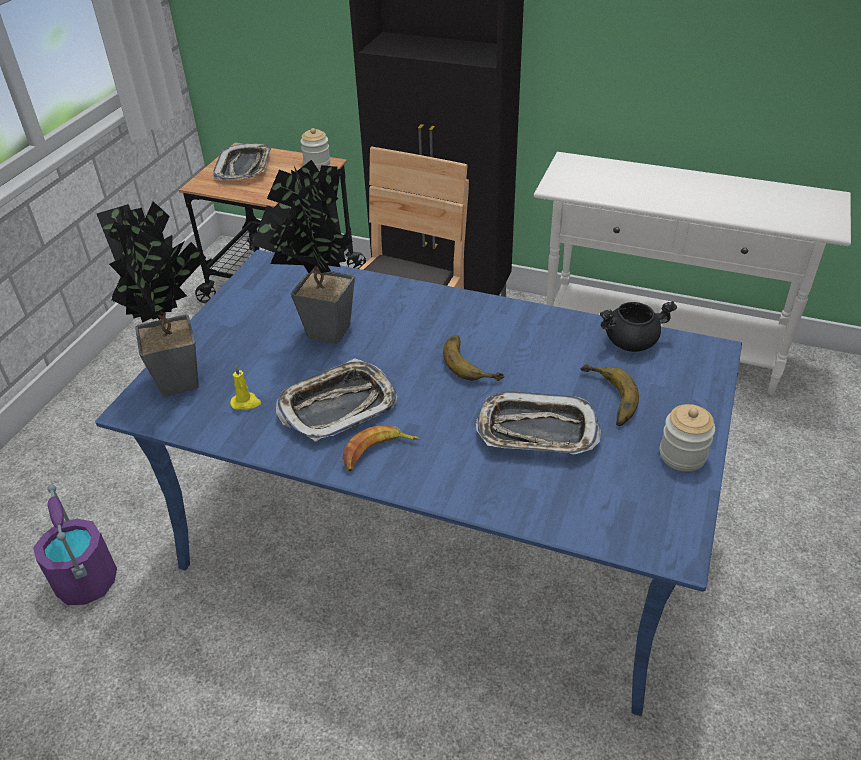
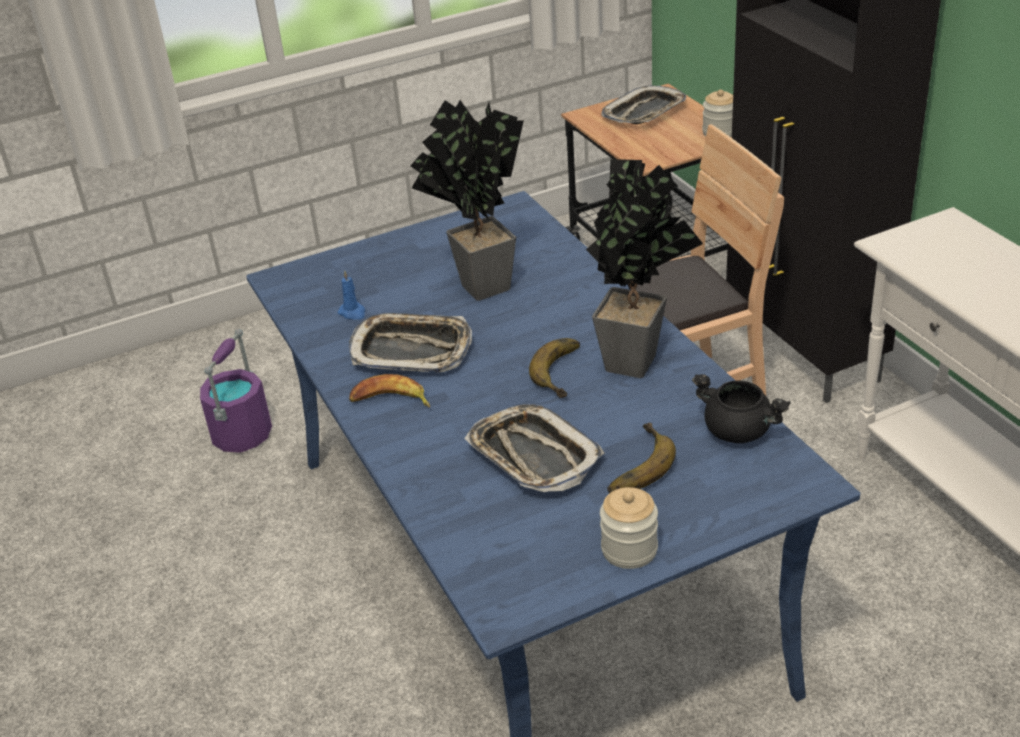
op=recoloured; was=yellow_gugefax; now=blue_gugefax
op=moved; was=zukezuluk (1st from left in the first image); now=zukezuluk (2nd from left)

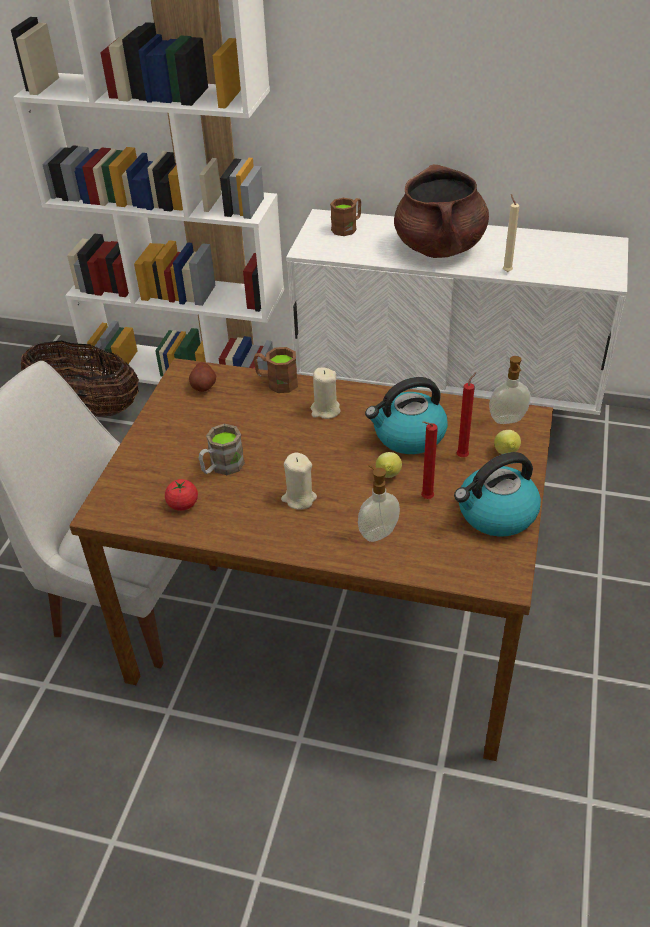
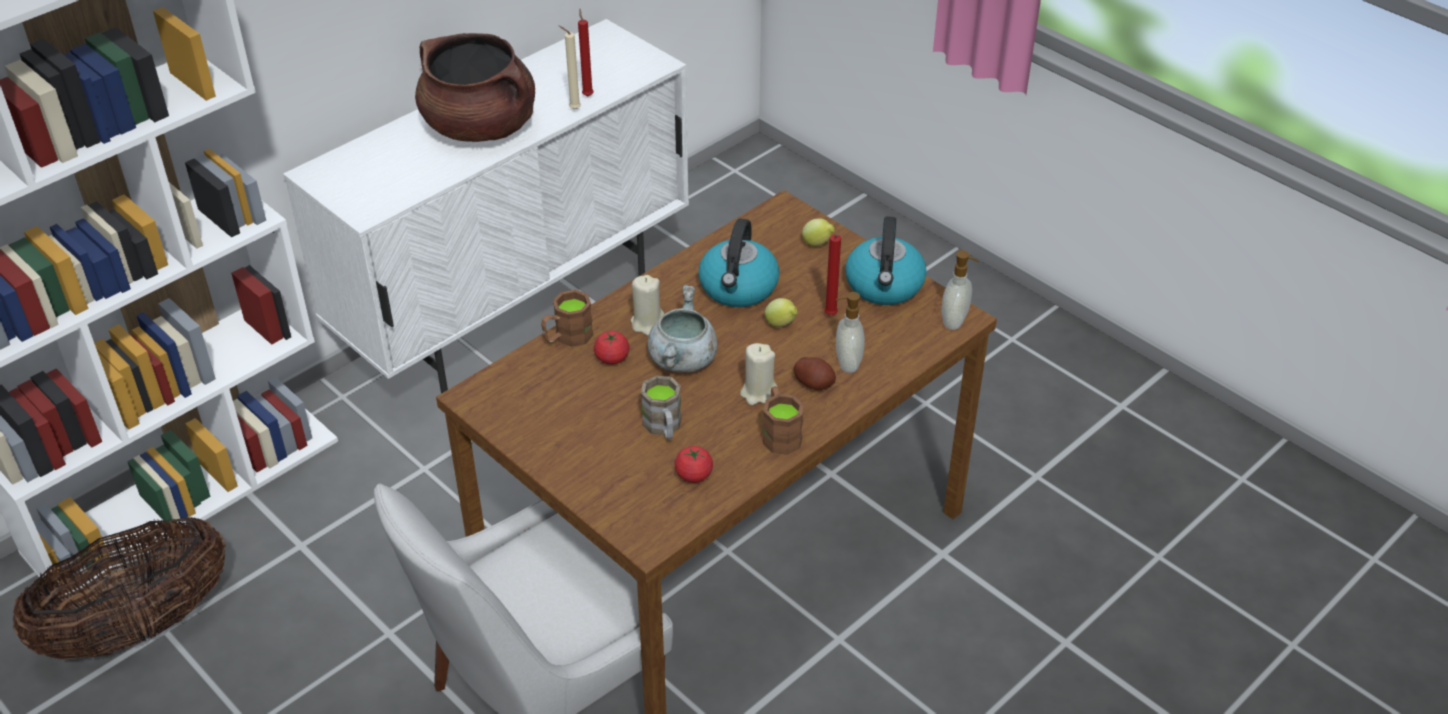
op=moved; was=red_gugefax (2nd from left in the first image); now=red_gugefax (1st from left)
op=added; now=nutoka (1st from left)
op=added; now=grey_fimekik
op=moved; was=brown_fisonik (3rd from left)
op=moved; was=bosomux
op=moved; was=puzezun (2nd from left)

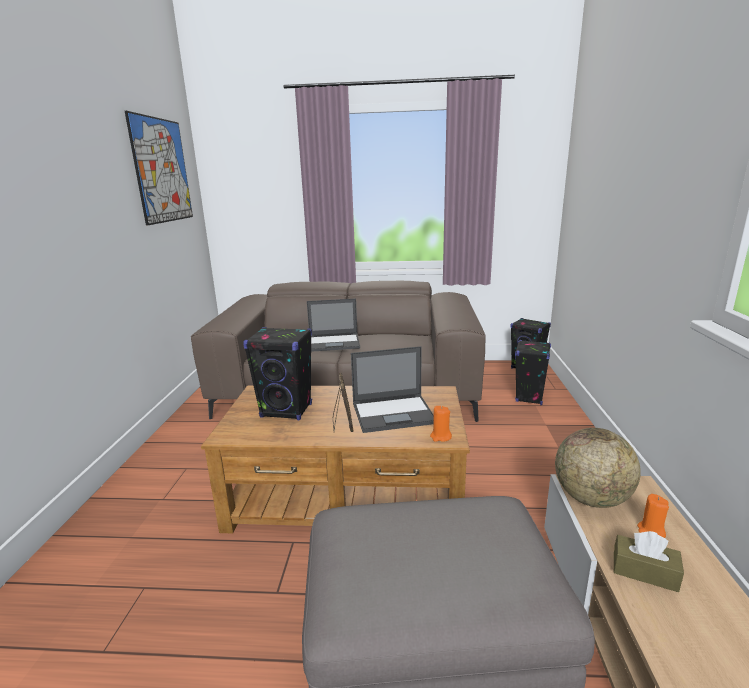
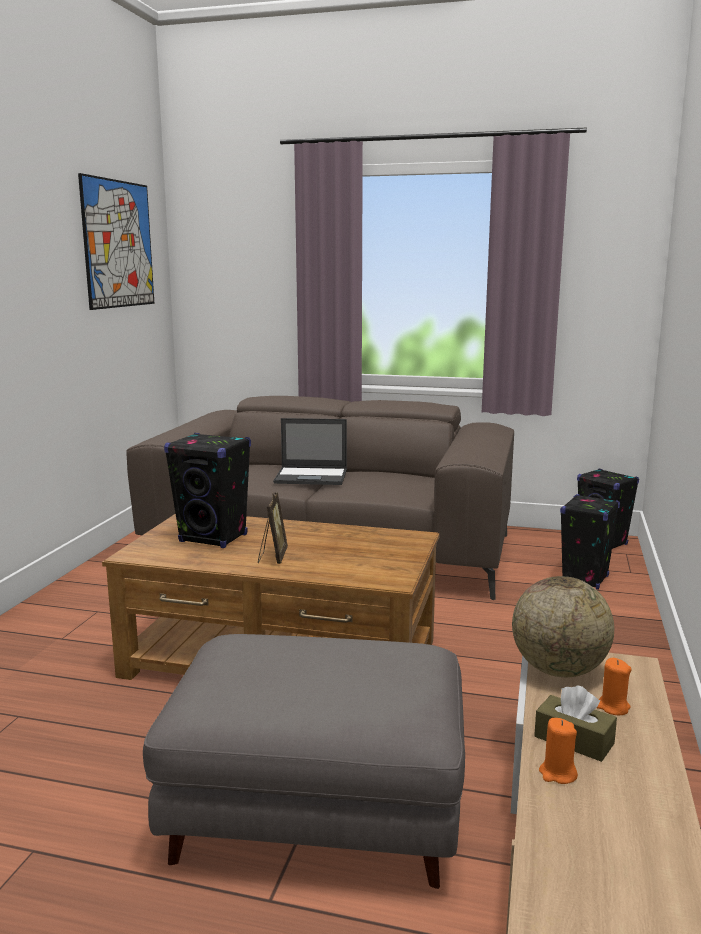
op=moved; was=orange_gugefax (1st from left)
op=removed; was=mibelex (2nd from left)

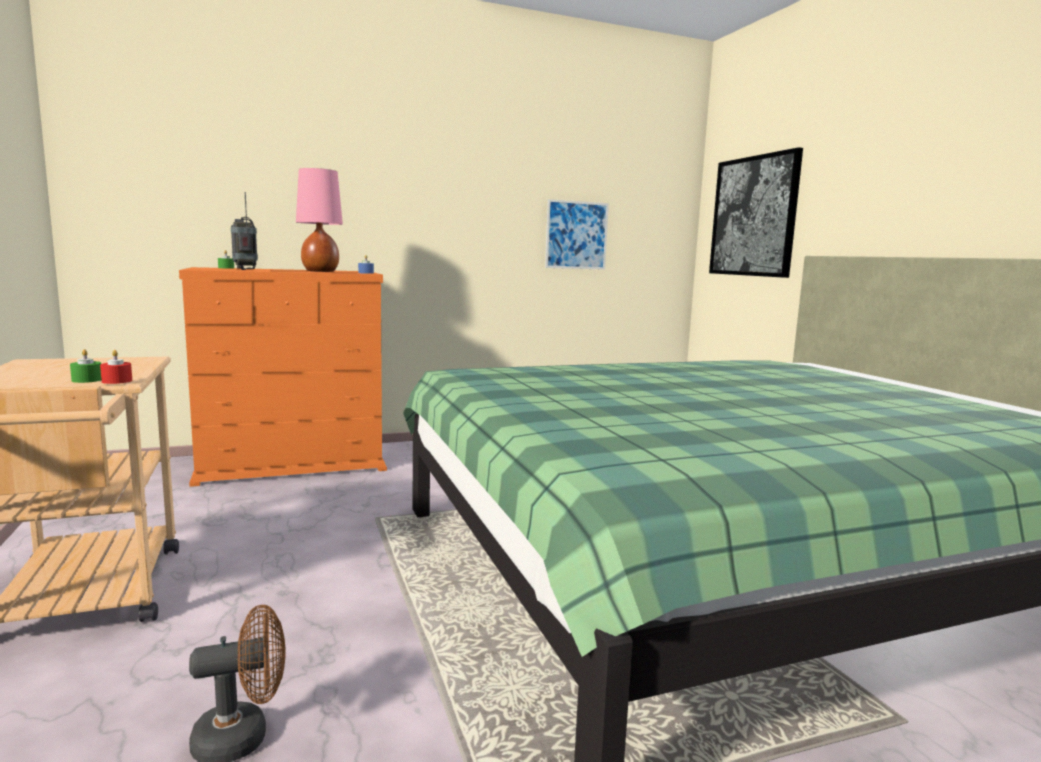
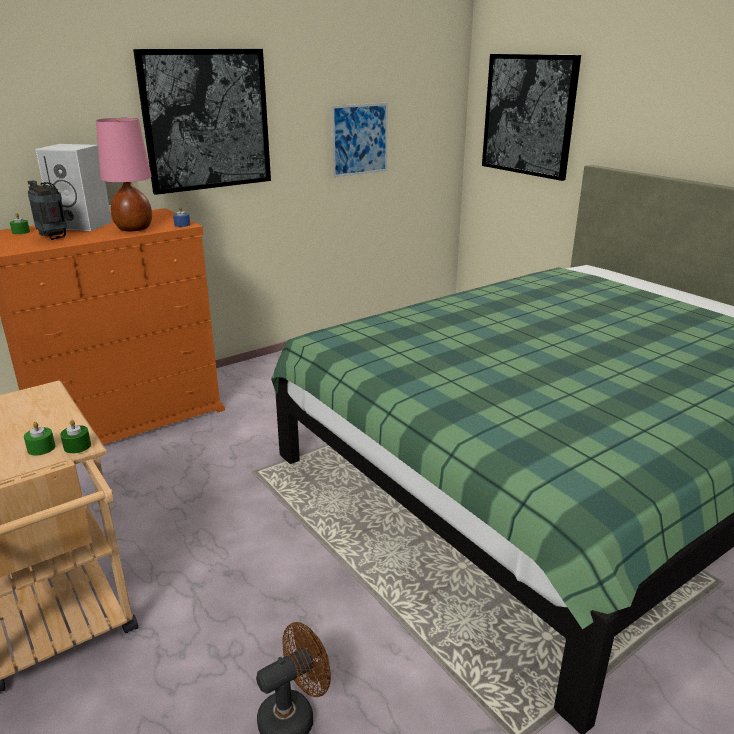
op=added; now=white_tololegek
op=recoloured; was=red_gugefax; now=green_gugefax (3rd from left)
op=added; now=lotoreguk (1st from left)

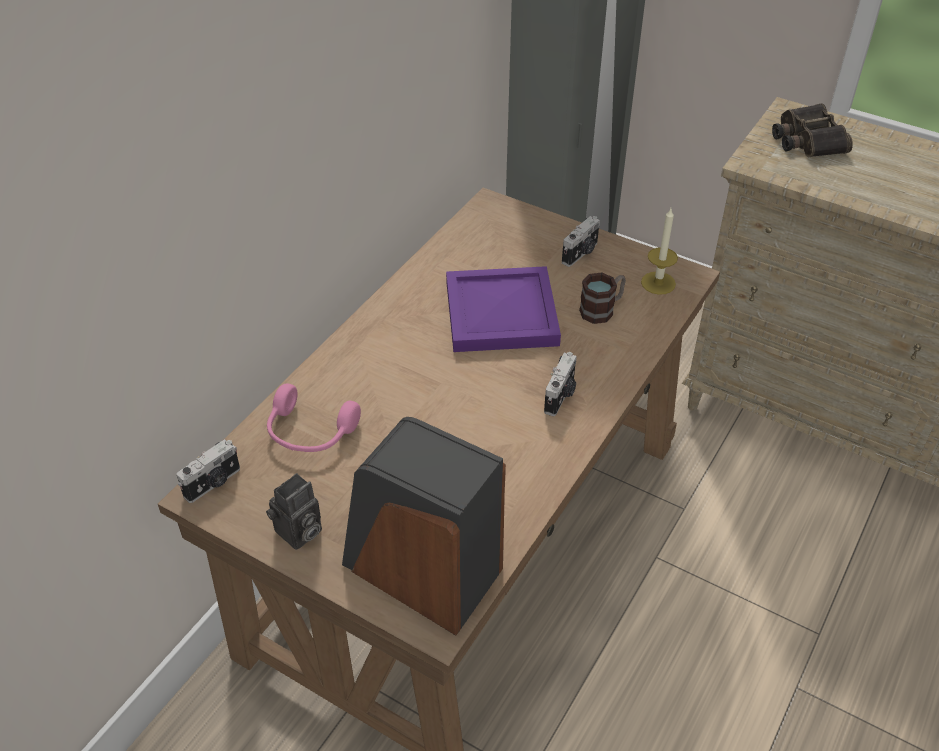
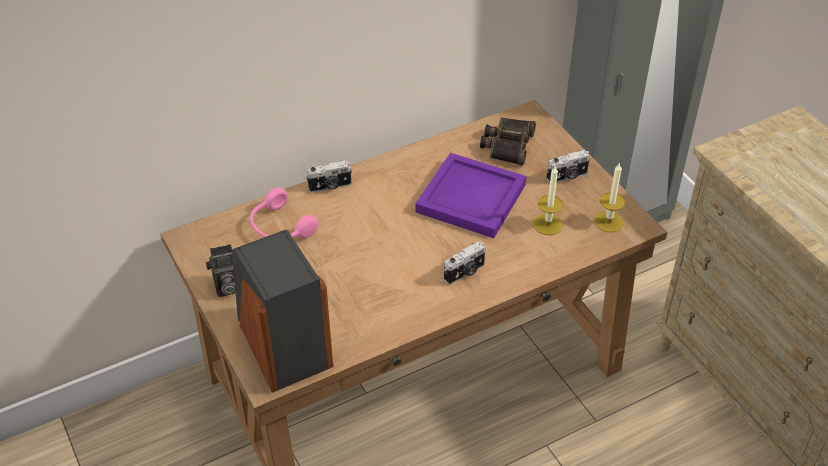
op=moved; was=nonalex (1st from left in the first image); now=nonalex (2nd from left)
op=moved; was=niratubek
op=replaced; was=fisonik; now=gugefax (1st from left)

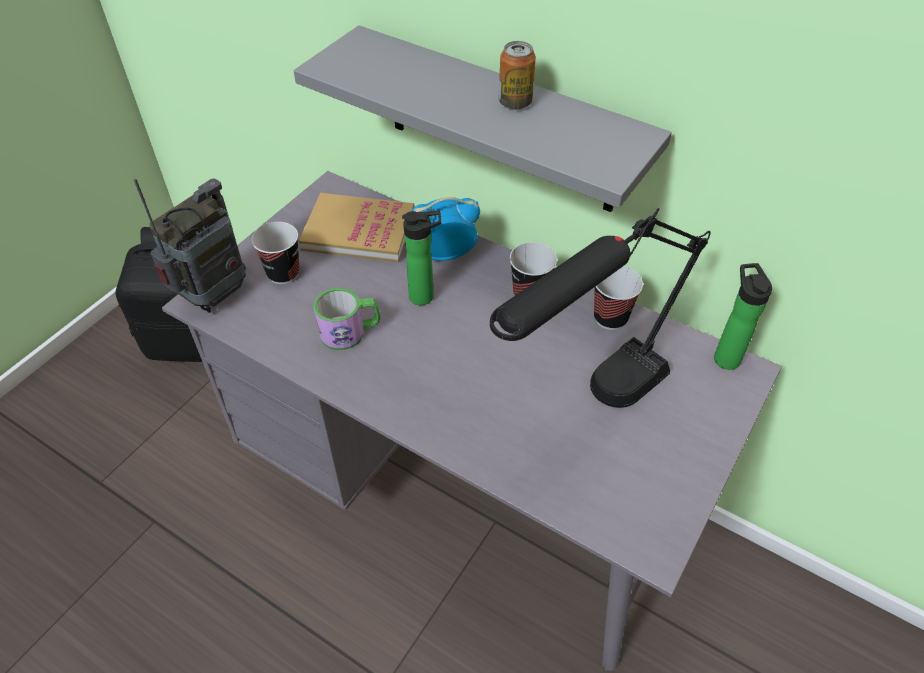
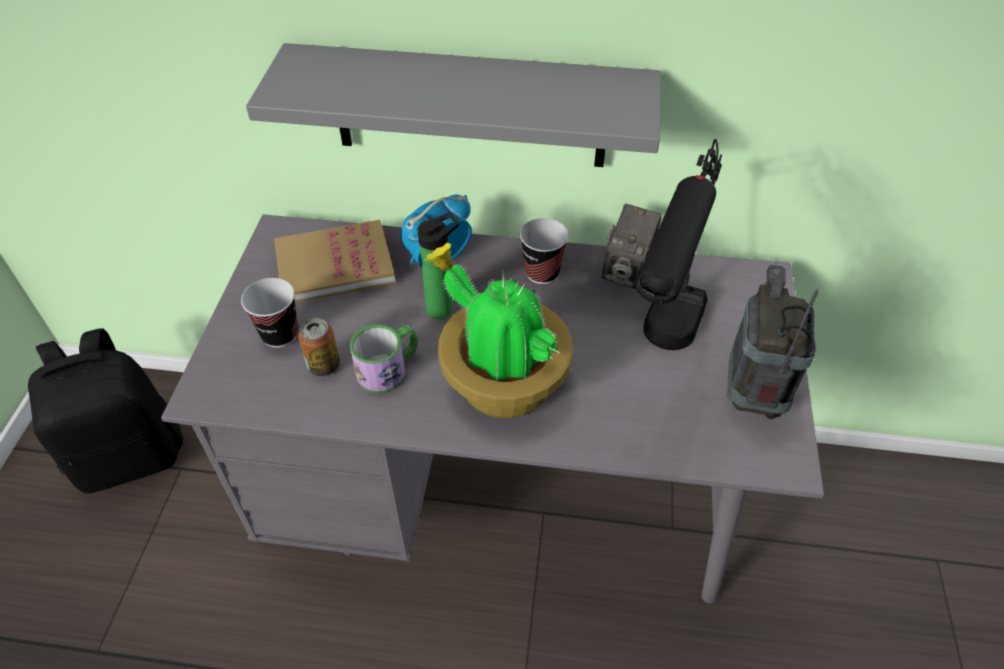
op=moved; was=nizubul
op=added; now=zukezuluk
op=replaced; was=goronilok (3rd from left); now=nonalex
op=moved; was=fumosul
op=removed; was=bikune (2nd from left)

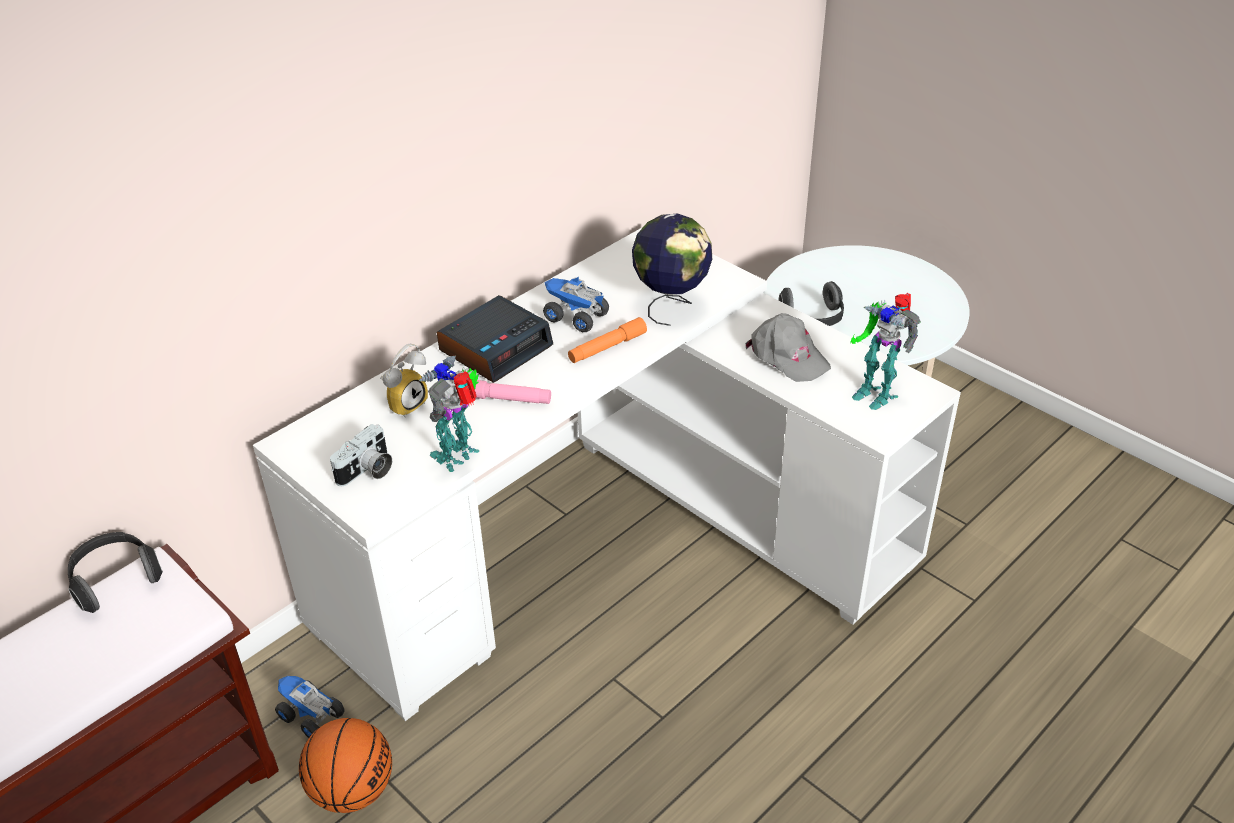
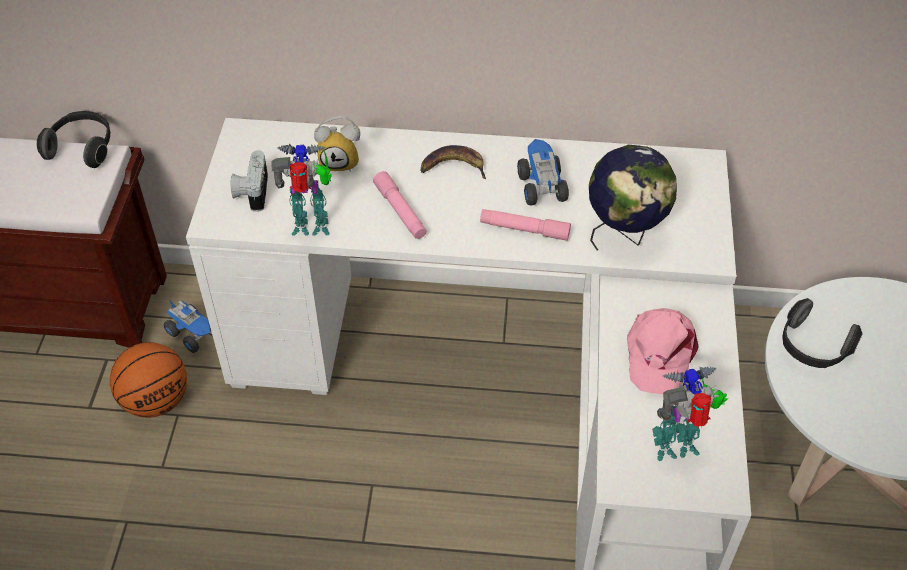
op=turned; was=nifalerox (1st from left); clockwise=135
op=turned; was=nonalex; clockwise=90
op=replaced; was=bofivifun (2nd from left); now=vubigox
op=recoloured; was=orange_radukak; now=pink_radukak (2nd from left)
op=recoloured; was=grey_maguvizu; now=pink_maguvizu
op=turned; was=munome (2nd from left); clockwise=75

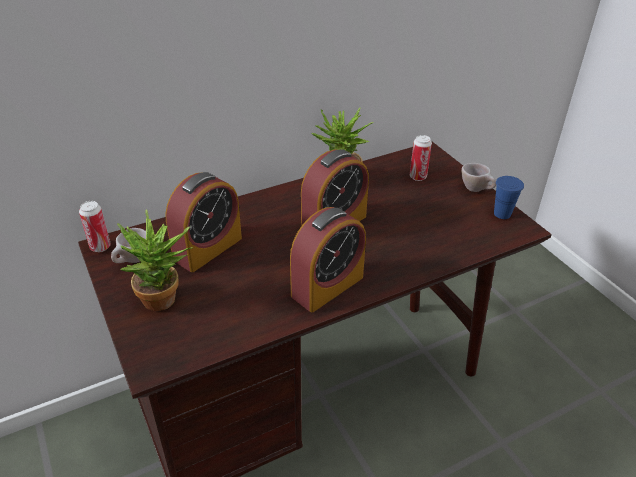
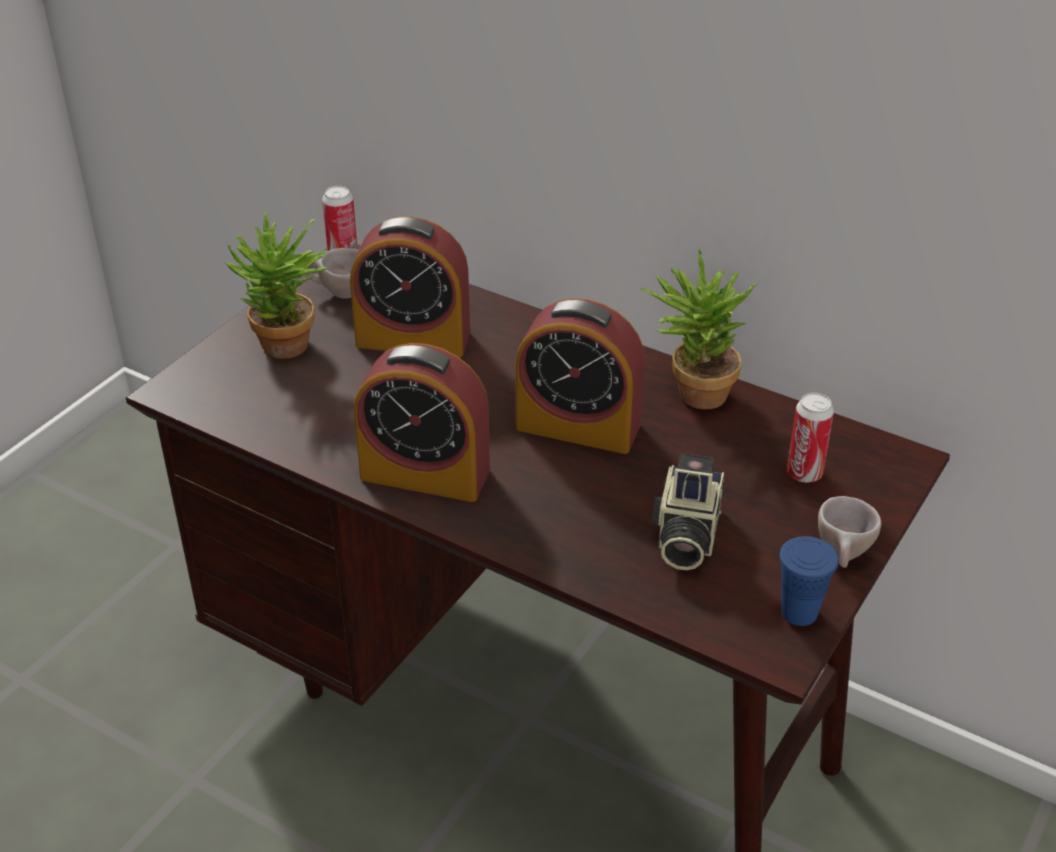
op=added; now=nonalex

